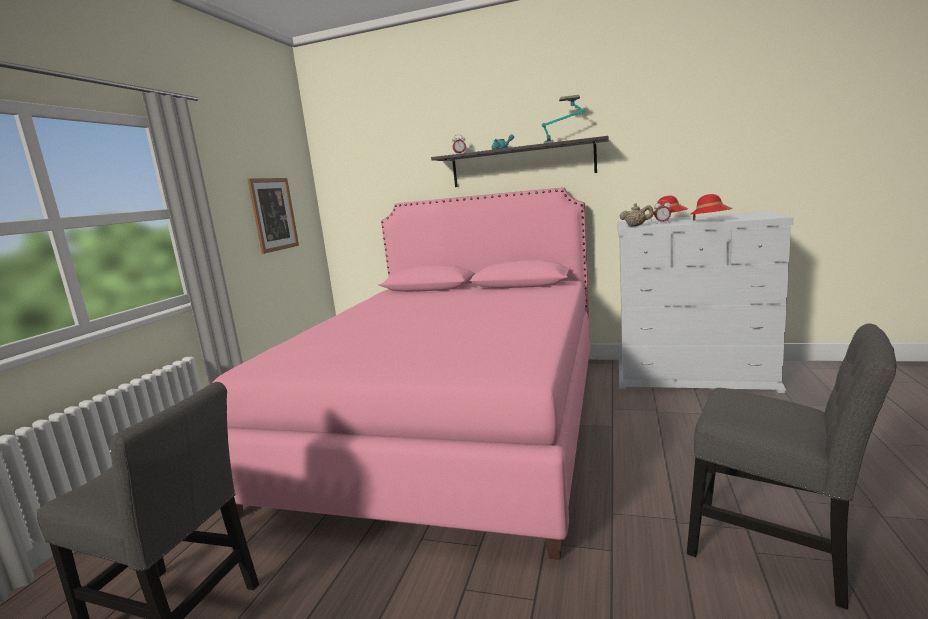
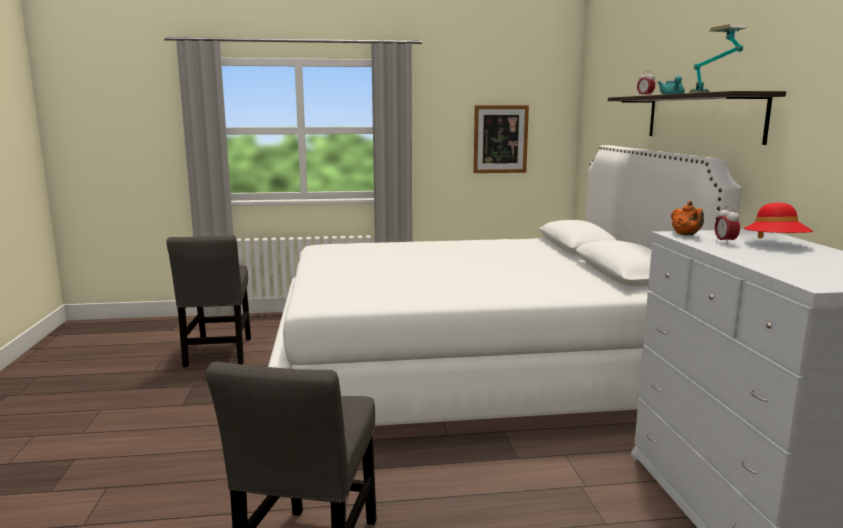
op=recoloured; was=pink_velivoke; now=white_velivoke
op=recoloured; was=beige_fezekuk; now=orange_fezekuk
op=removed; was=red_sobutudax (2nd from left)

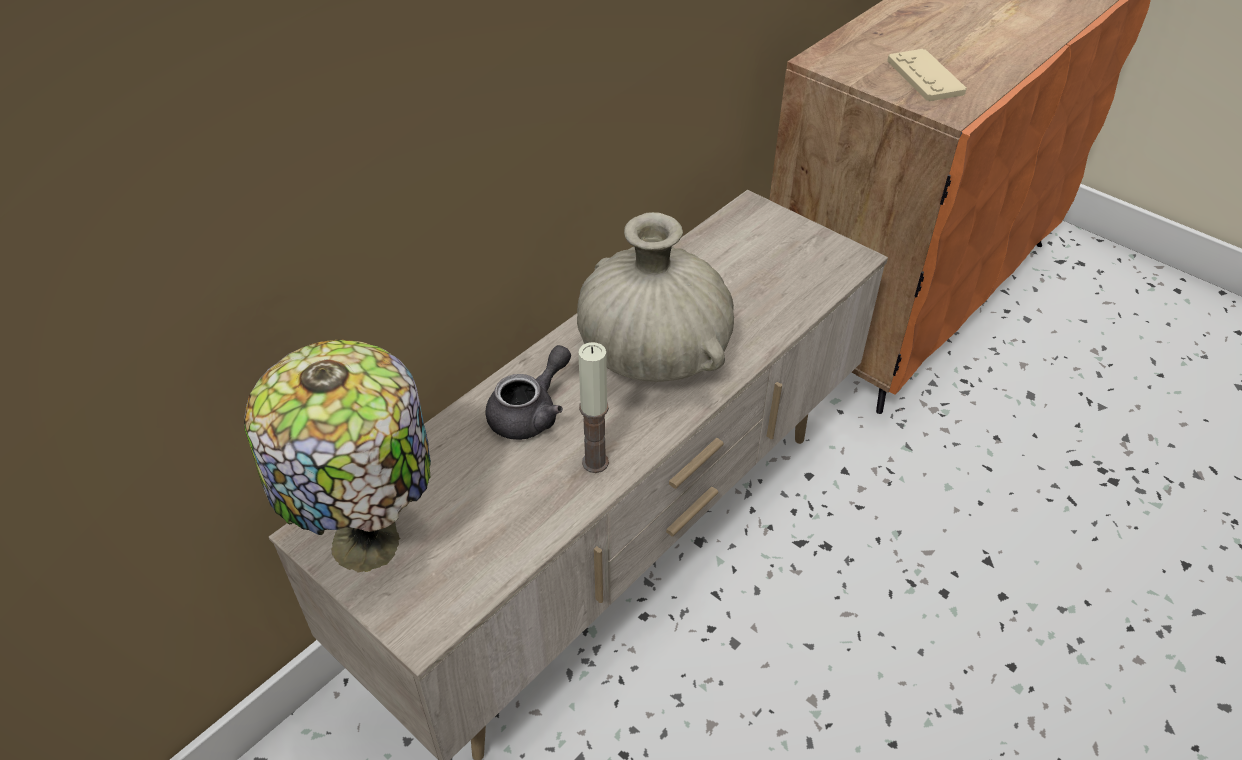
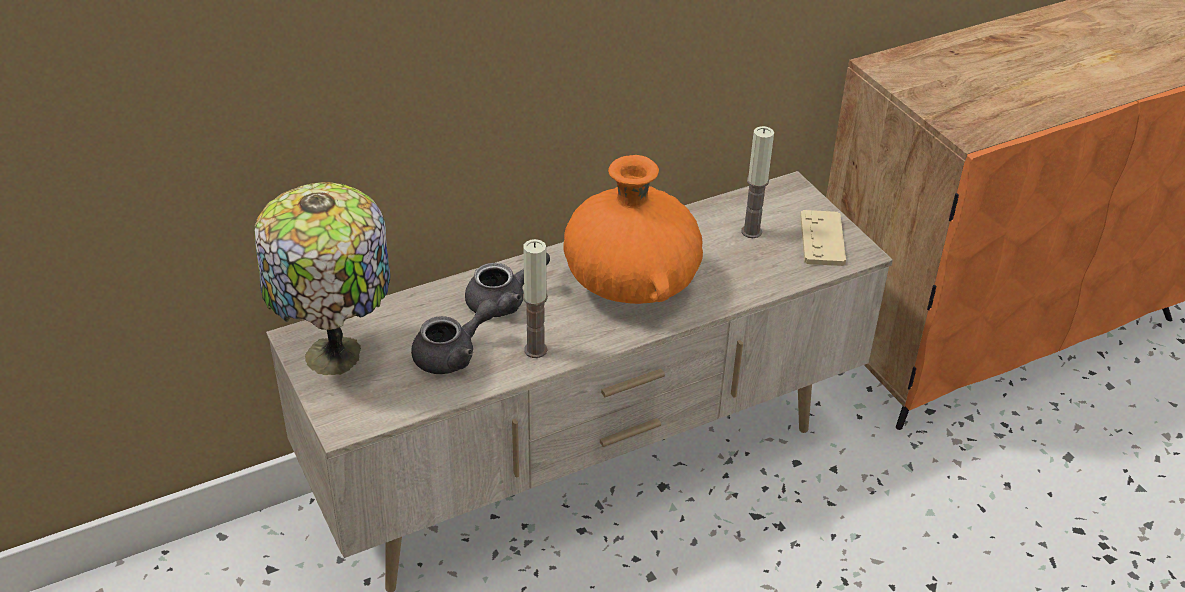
op=added; now=grey_fezekuk (1st from left)
op=recoloured; was=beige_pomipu; now=orange_pomipu
op=added; now=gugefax (2nd from left)
op=moved; was=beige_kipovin

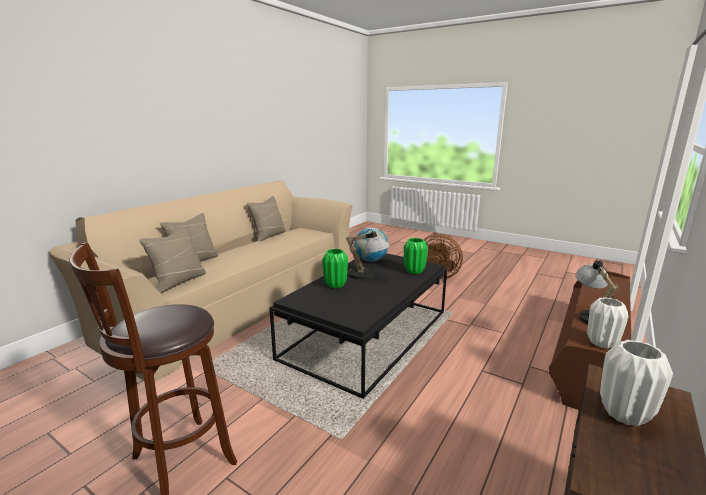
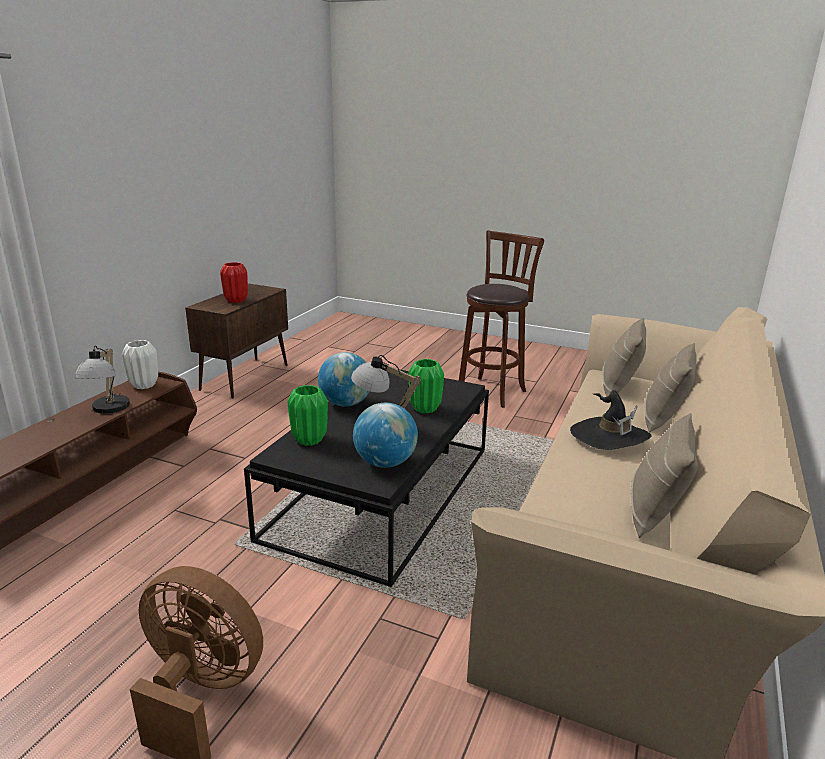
op=recoloured; was=white_pomipu (2nd from left); now=red_pomipu
op=added; now=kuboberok (1st from left)
op=added; now=black_sobutudax

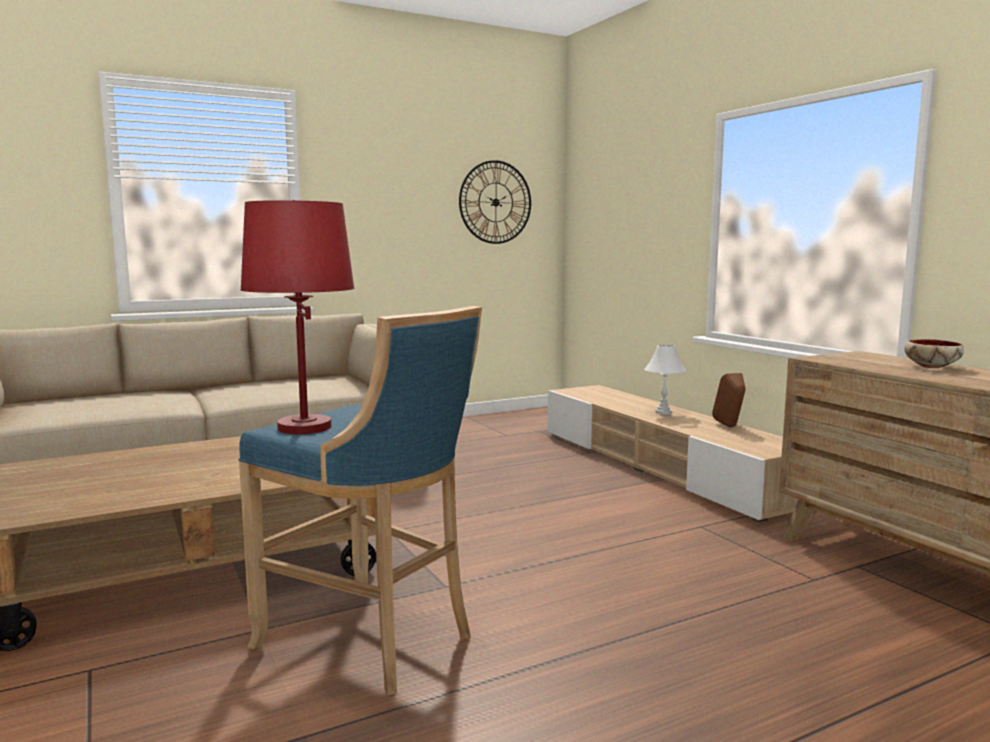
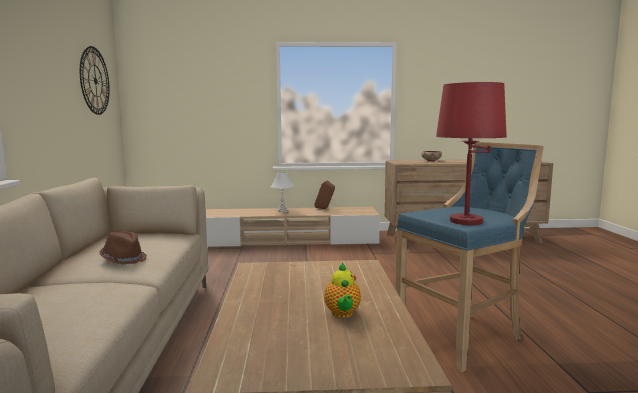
op=added; now=brown_sobutudax
op=added; now=fezekuk

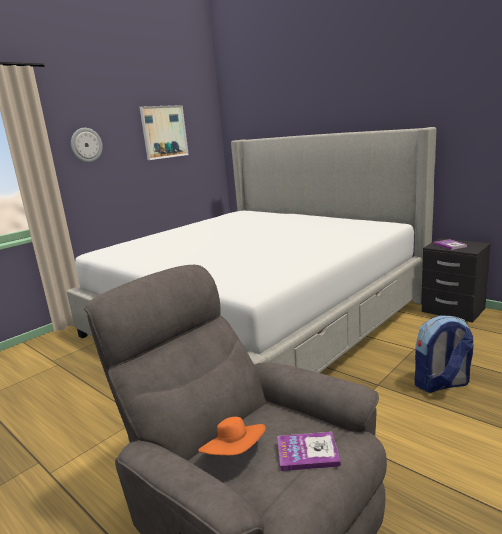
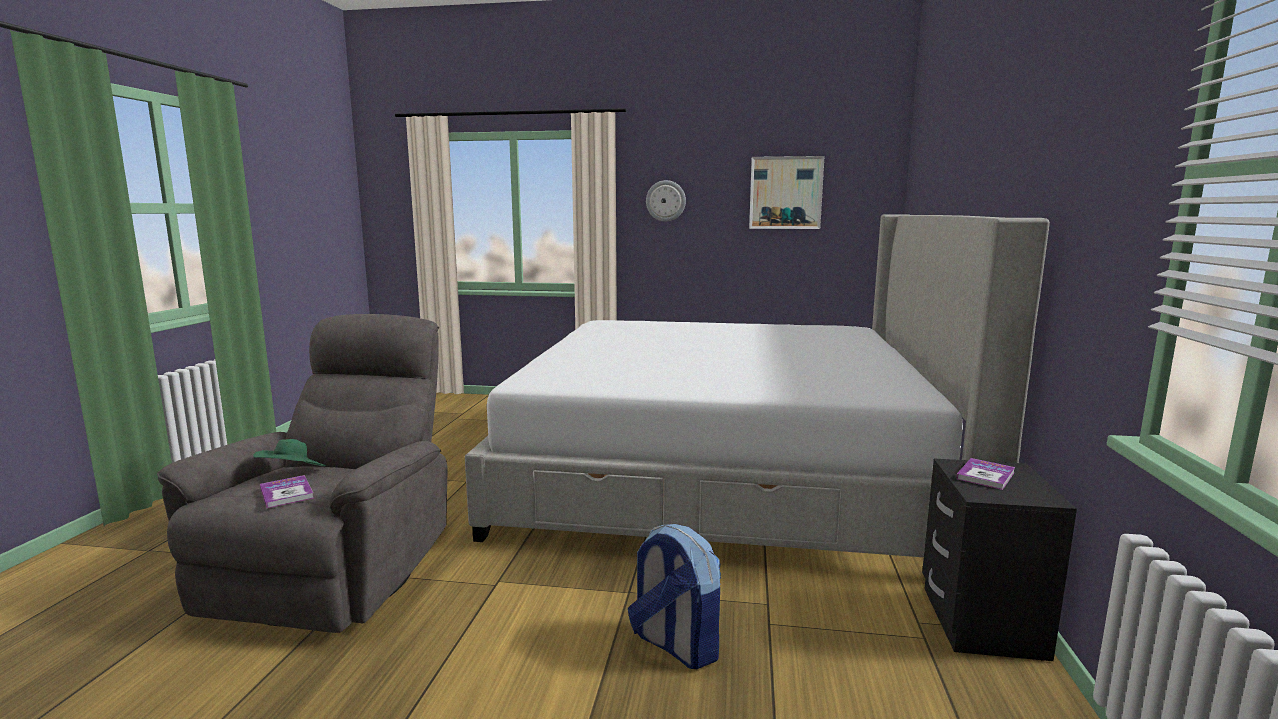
op=recoloured; was=orange_sobutudax; now=green_sobutudax

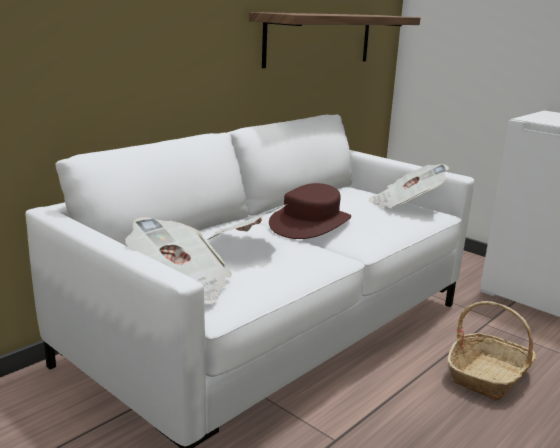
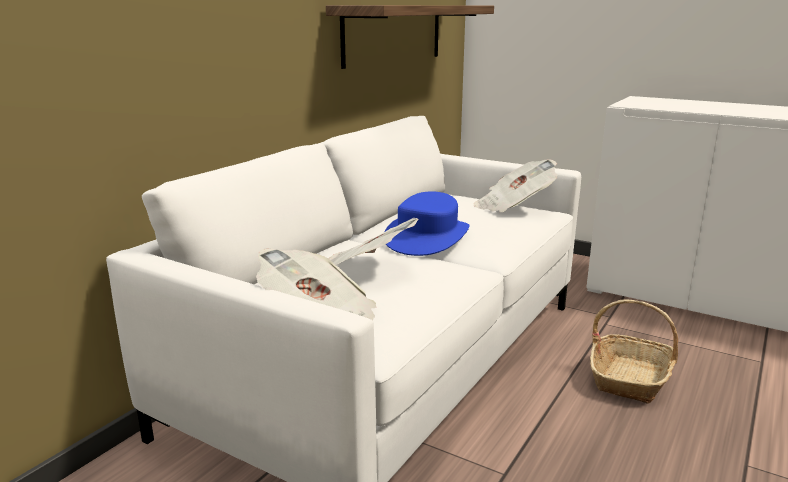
op=recoloured; was=brown_sobutudax; now=blue_sobutudax

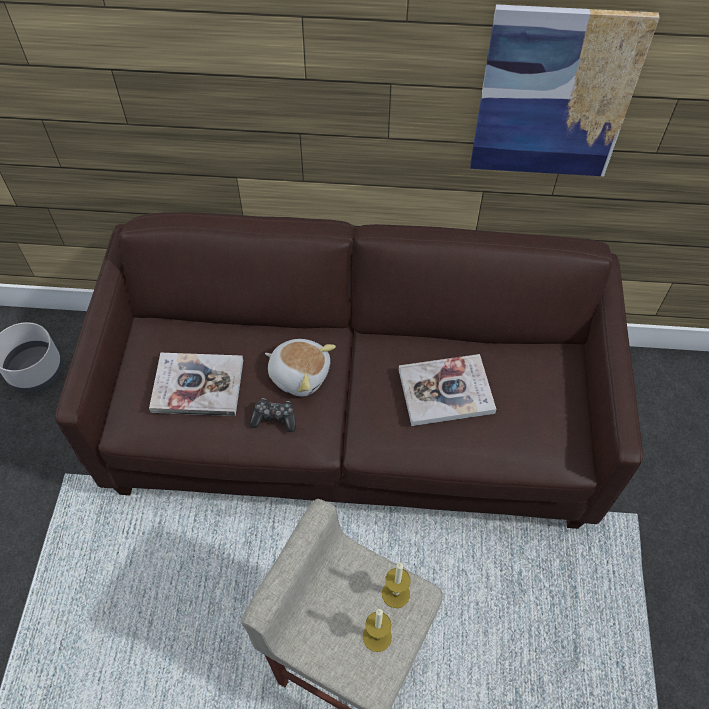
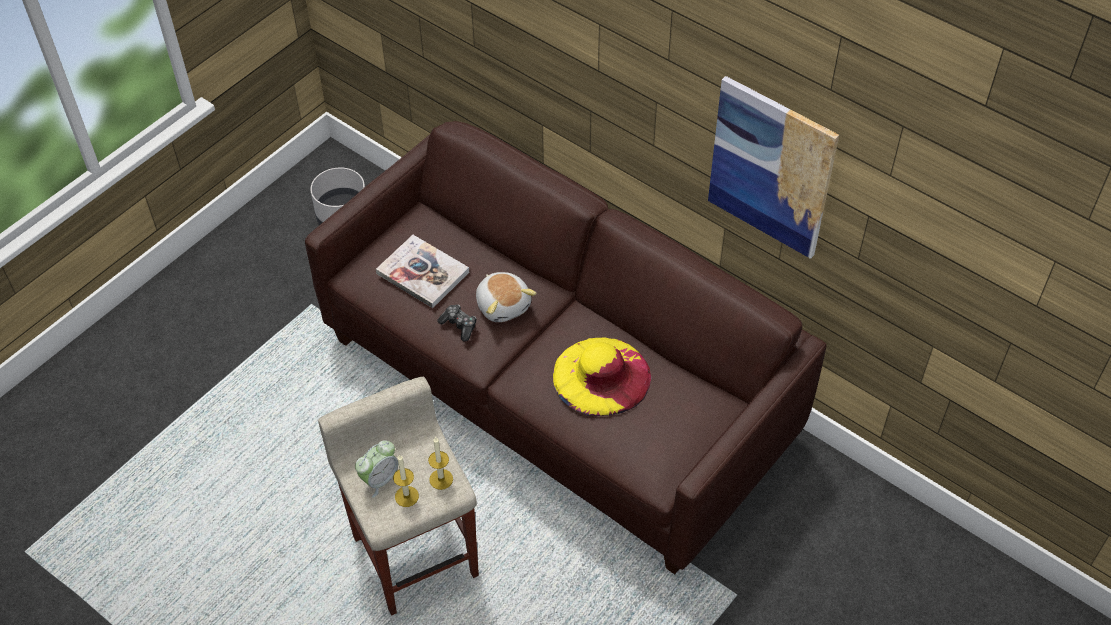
op=added; now=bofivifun
op=replaced; was=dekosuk (2nd from left); now=yellow_sobutudax

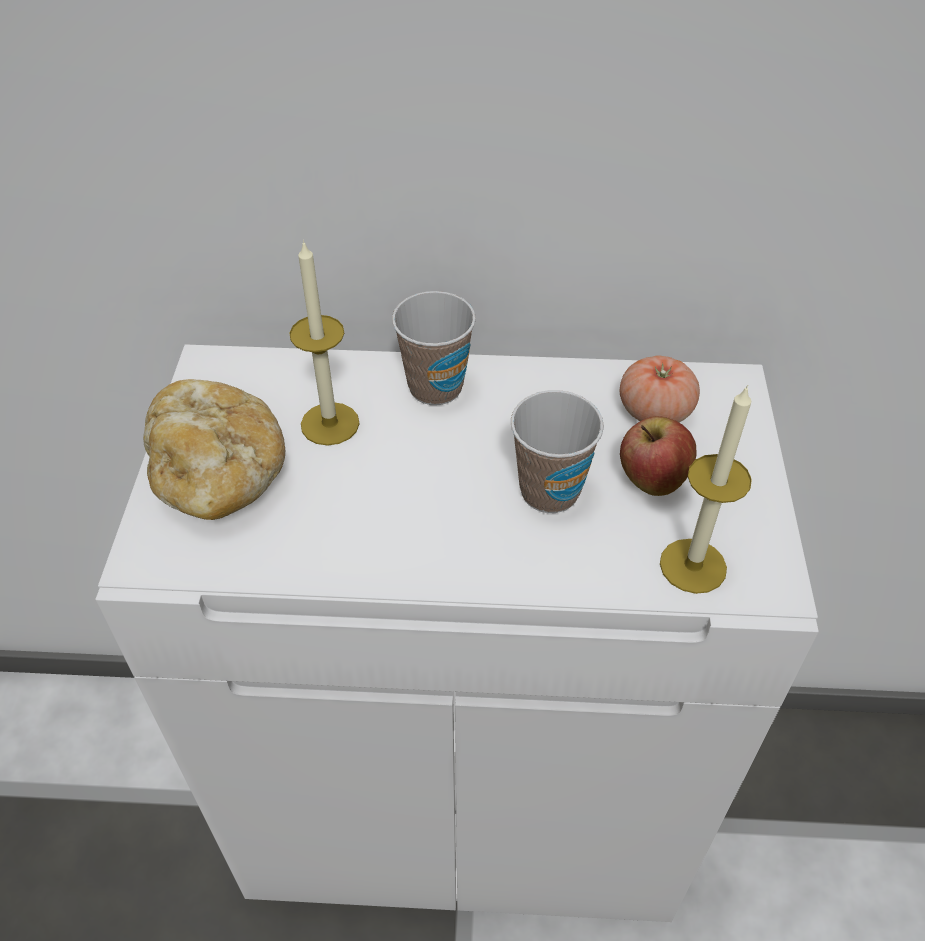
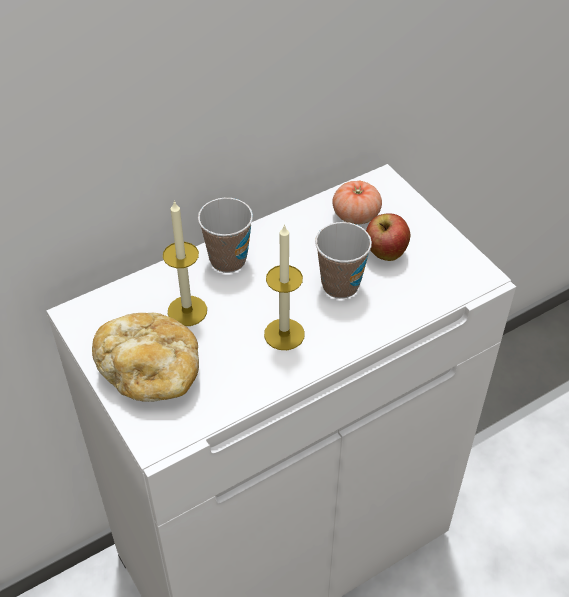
op=moved; was=gugefax (2nd from left)

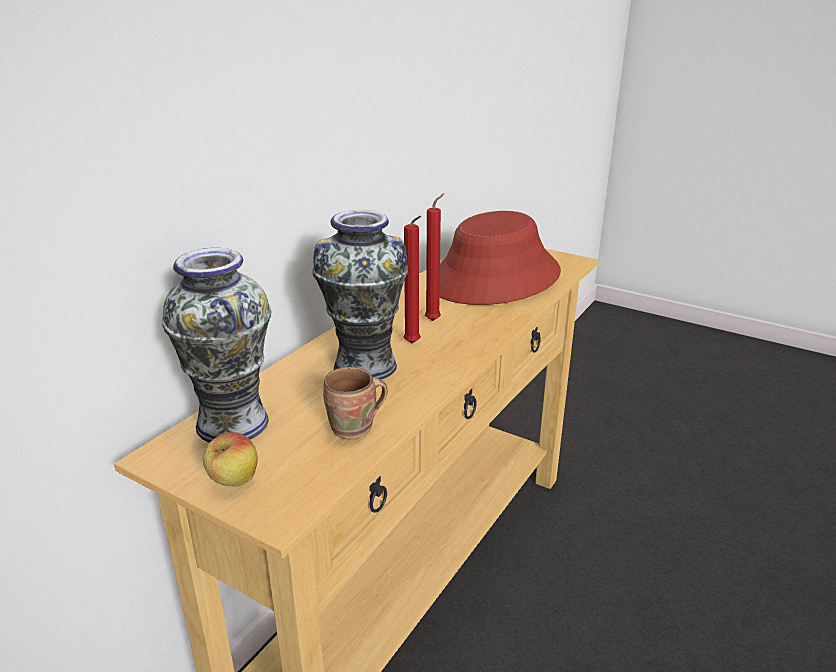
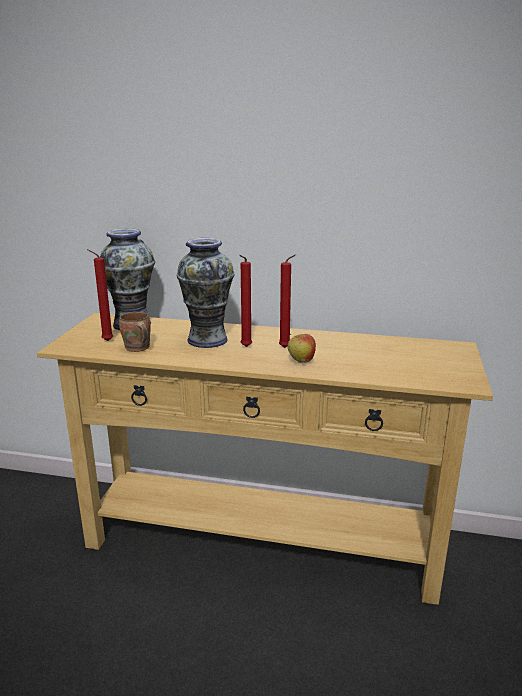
op=added; now=red_gugefax (1st from left)
op=moved; was=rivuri
op=removed; was=red_sobutudax

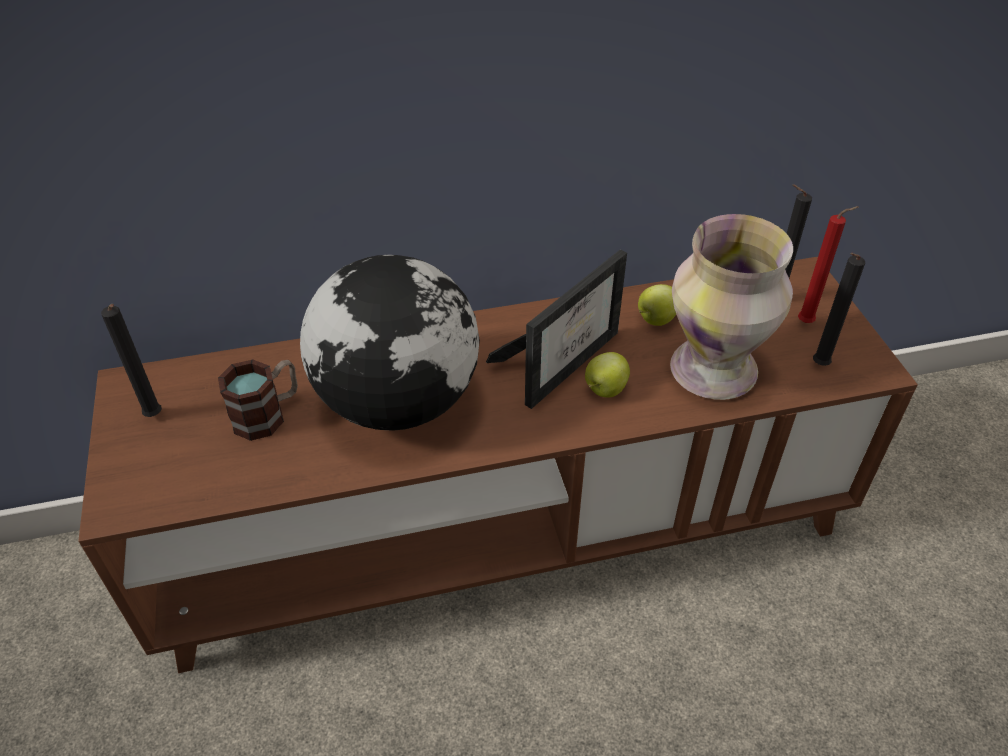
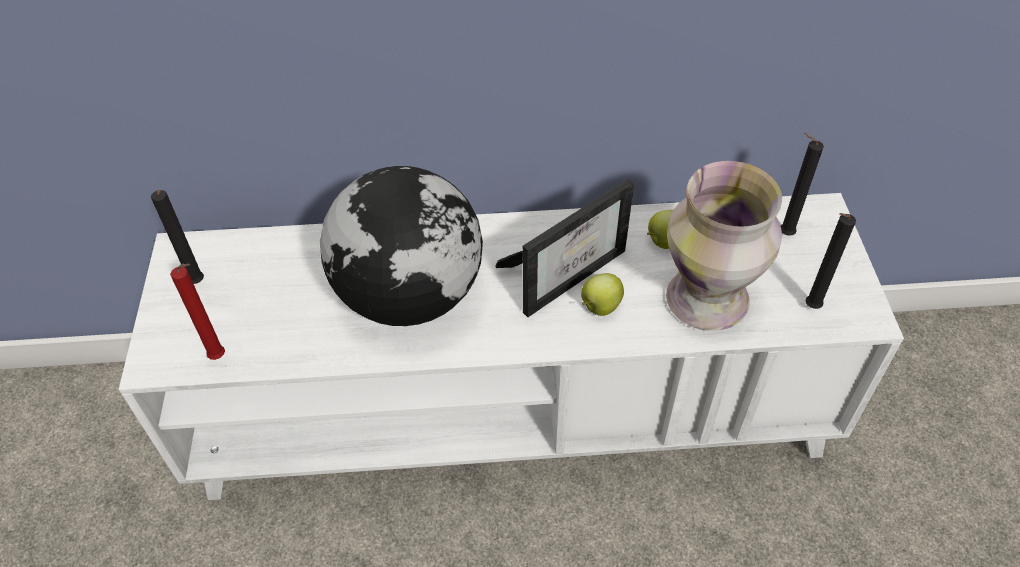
op=recoloured; was=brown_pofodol; now=white_pofodol
op=moved; was=red_gugefax
op=removed; was=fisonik

